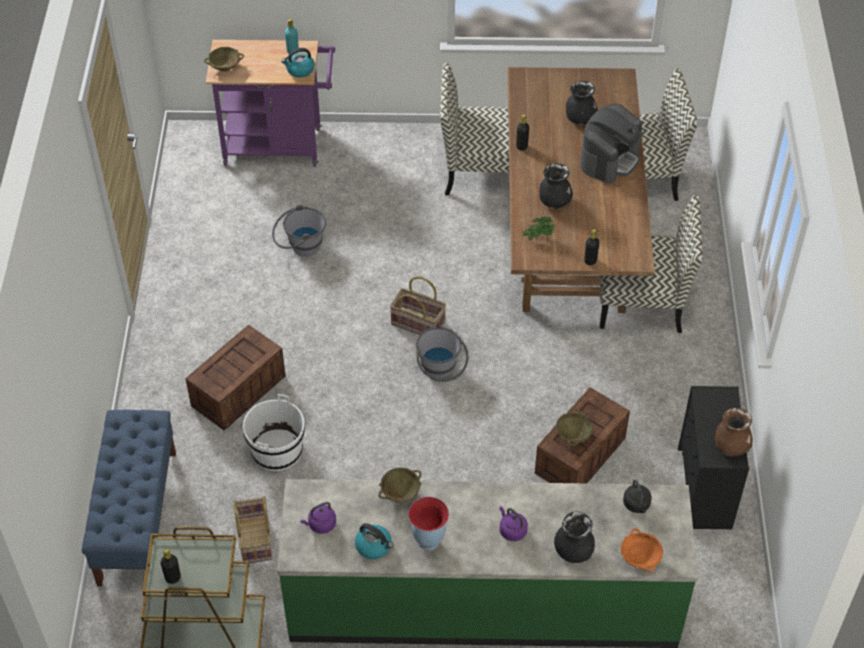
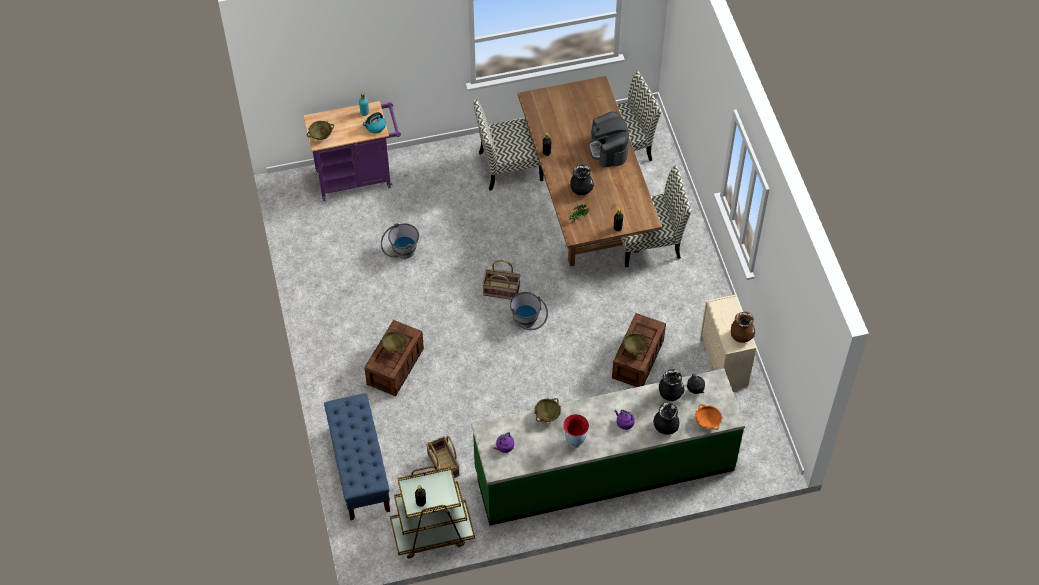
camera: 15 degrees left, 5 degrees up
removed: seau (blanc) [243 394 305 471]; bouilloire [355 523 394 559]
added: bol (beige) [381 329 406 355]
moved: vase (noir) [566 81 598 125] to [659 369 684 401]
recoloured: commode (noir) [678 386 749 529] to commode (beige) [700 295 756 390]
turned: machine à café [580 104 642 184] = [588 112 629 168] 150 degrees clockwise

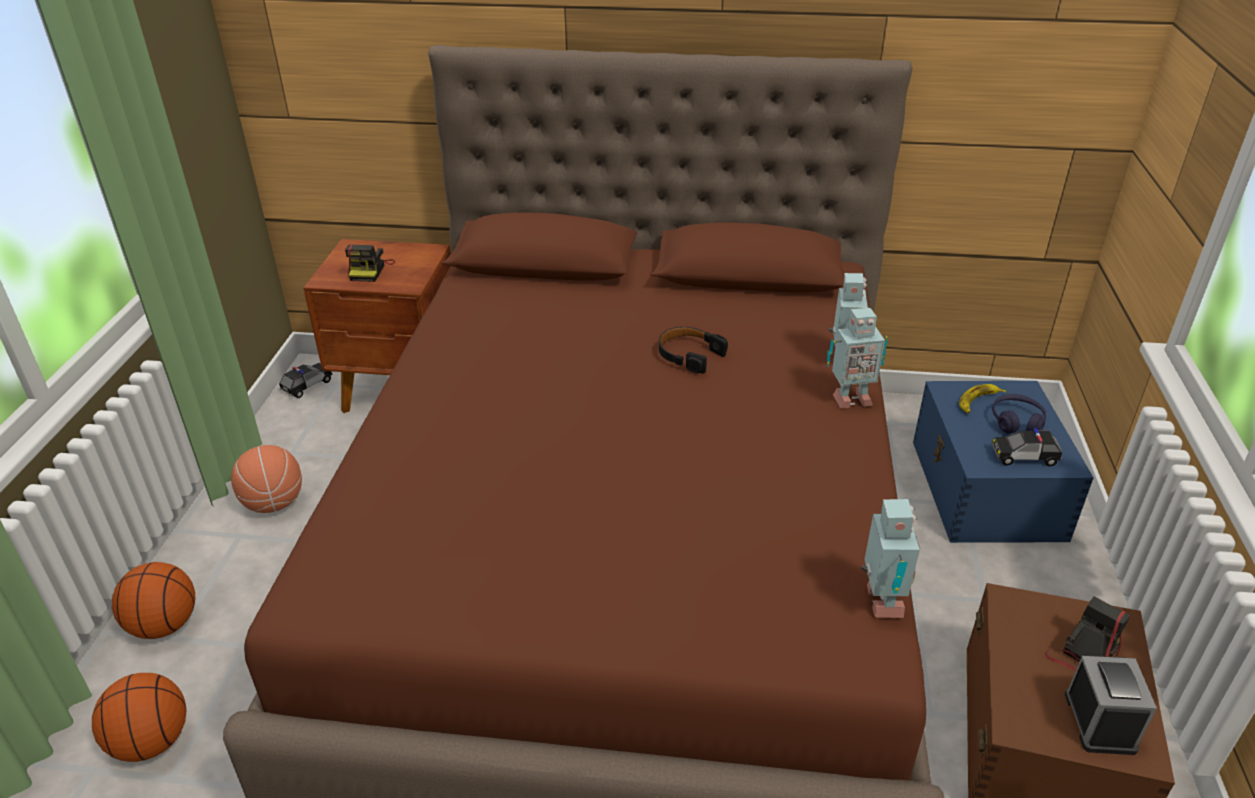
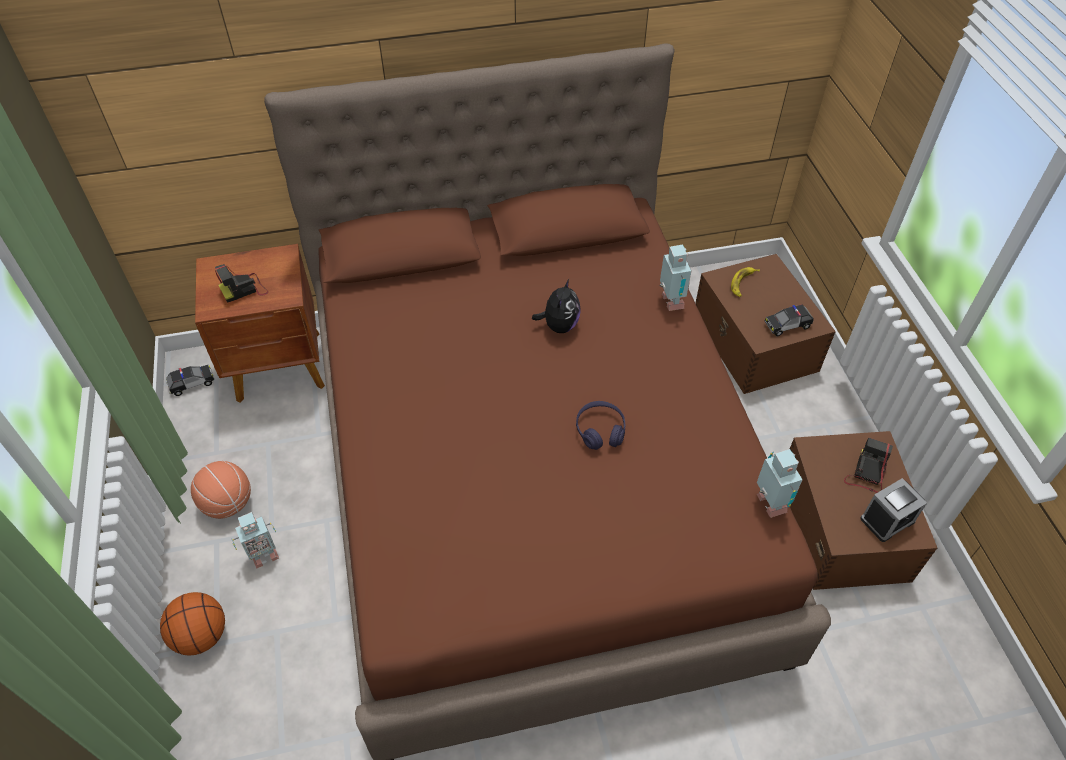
camera: 20 degrees left, 15 degrees up
removed: ballon de basket [92 673 187 762]
moved: robot jouet [827 308 889 408] to [231 512 279 569]; casque audio (violet) [992 394 1046 434] to [576 401 625 450]
replaced: casque audio (noir) [659 327 728 374] to peluche [532 279 581 333]
recoloured: boîte de rangement (bleu) [913 381 1094 543] to boîte de rangement (marron) [695 254 836 394]
turned: petite voiture [279 363 332 398] = [166 365 214 396] 45 degrees clockwise; appareil photo [345 244 395 282] = [215 264 268 303] 75 degrees clockwise; réveil [1064 655 1157 755] = [860 478 927 542] 75 degrees clockwise

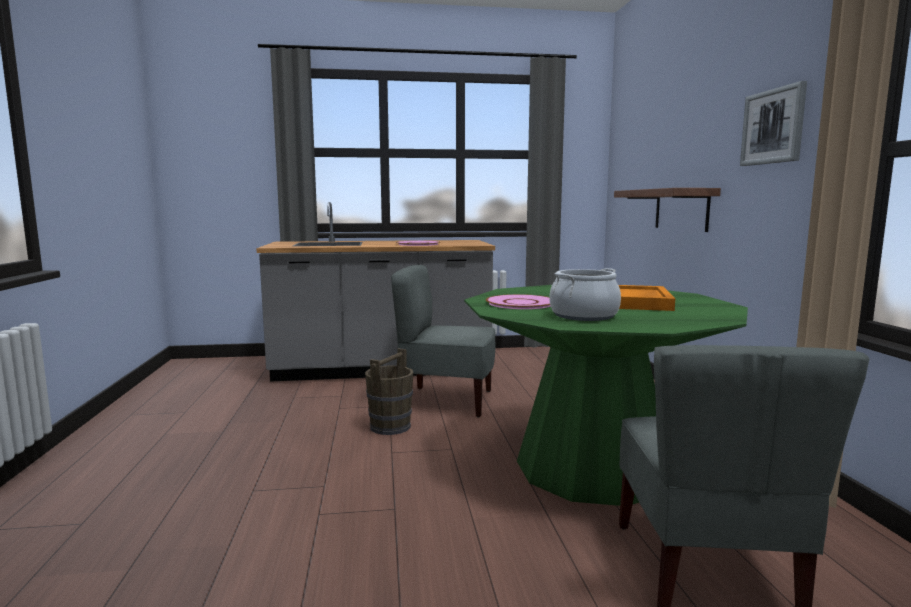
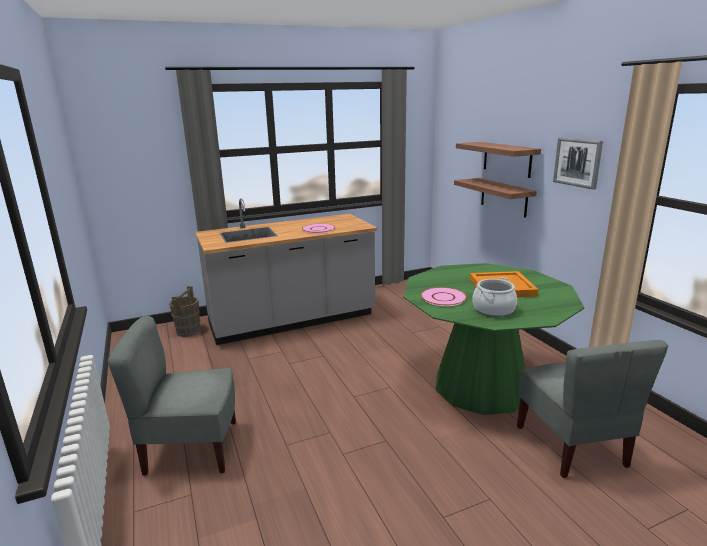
camera: 15 degrees left, 10 degrees up
added: étagère [456 142 541 178]
moved: seau (marron) [365 348 413 435] to [169 286 201 337]; chaise (gris) [391 265 495 417] to [107 316 236 476]

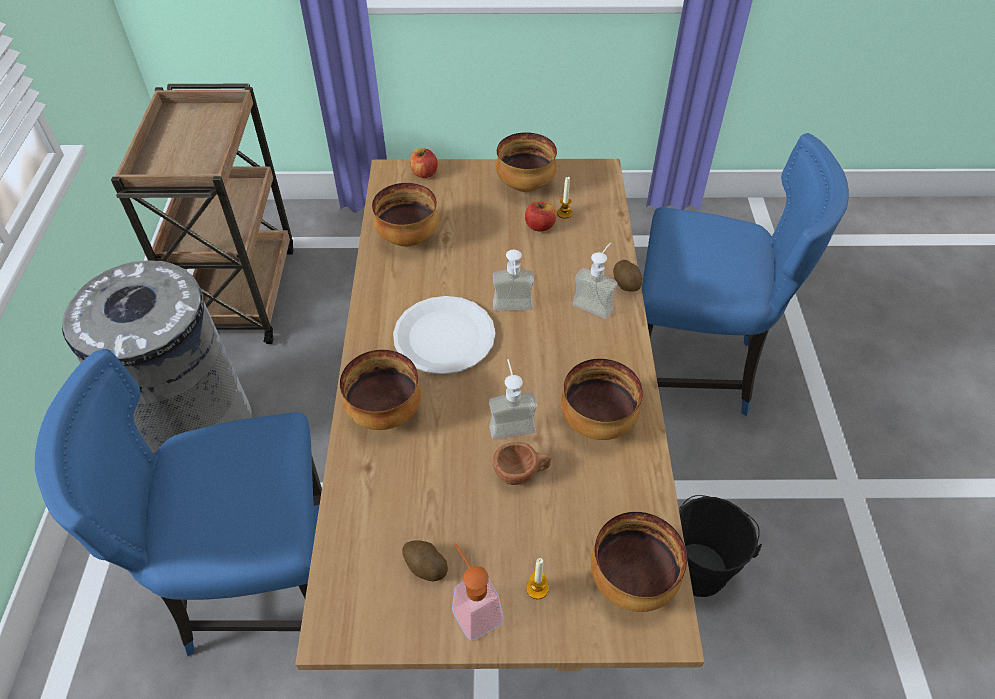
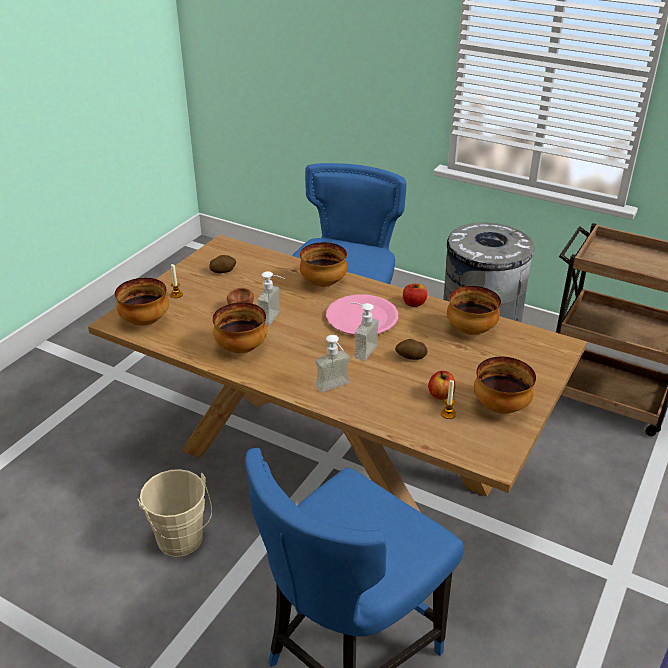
camera: 120 degrees right, 15 degrees down
removed: distributeur de savon [452 544 504 640]
moved: pomme [410 148 438 178] to [403 283 427 307]; pomme de terre [613 260 642 291] to [395 339 428 360]
recoloured: assiette (blanc) [393 296 495 374] to assiette (rose) [326 294 398 335]; seau (noir) [679 495 762 597] to seau (beige) [137 469 212 557]

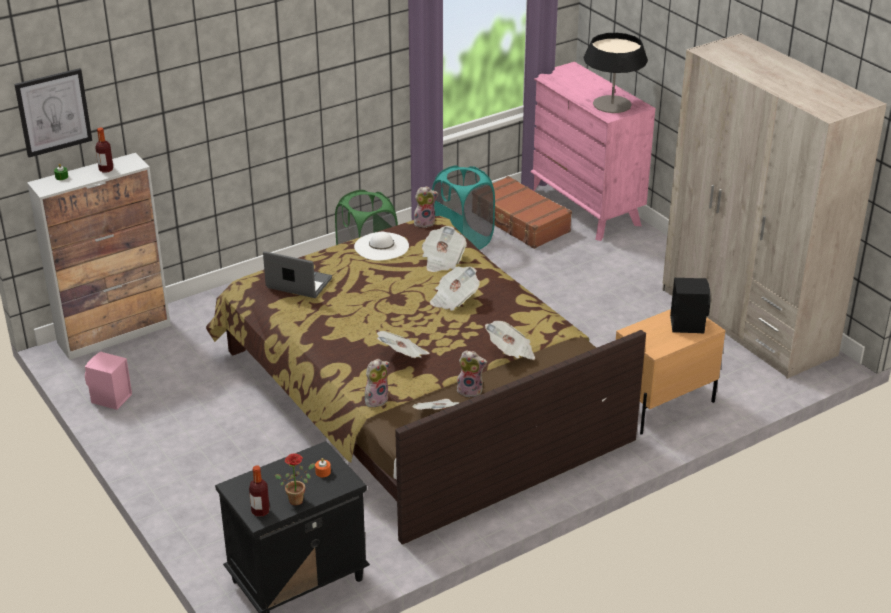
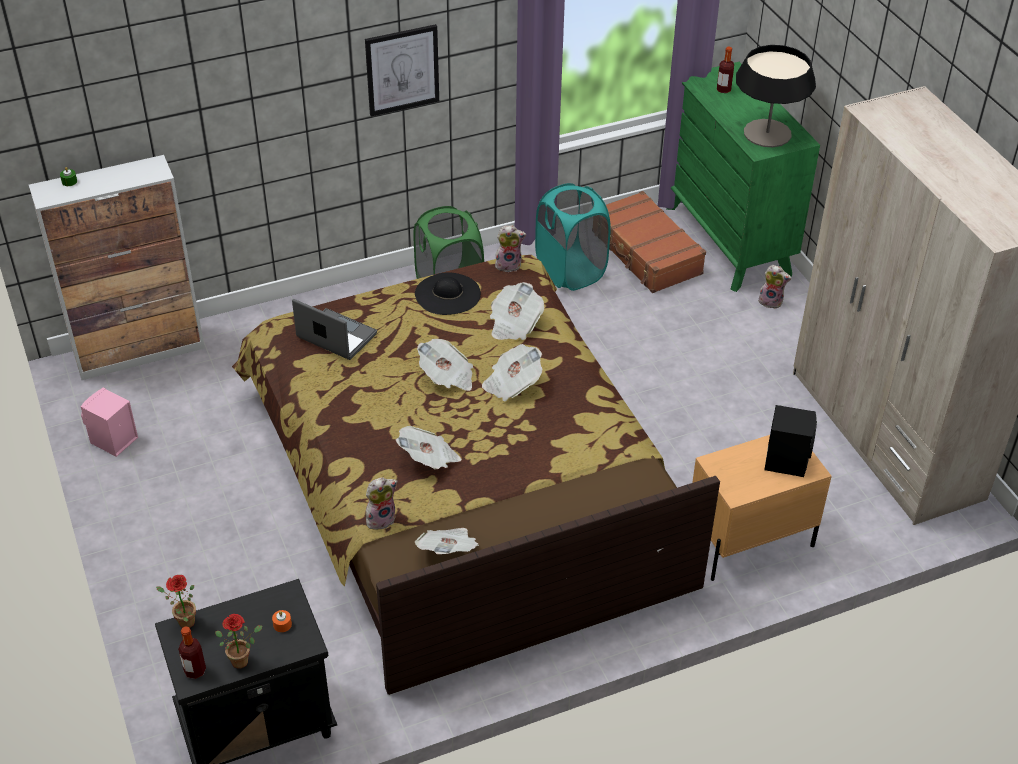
camera: 10 degrees right, 10 degrees up
added: plante en pot [156 575 196 628]
moved: tableau [14 68 92 157] to [365 24 439 117]; bouteille [95 128 113 172] to [717 47 734 93]; peluche [457 350 487 397] to [757 265 791 309]; journal [485 321 535 360] to [417 339 473 391]
recoloured: chapeau (blanc) [354 232 409 261] to chapeau (noir) [415 272 481 315]; commode (rose) [530 62 655 241] to commode (vert) [666 62 820 292]

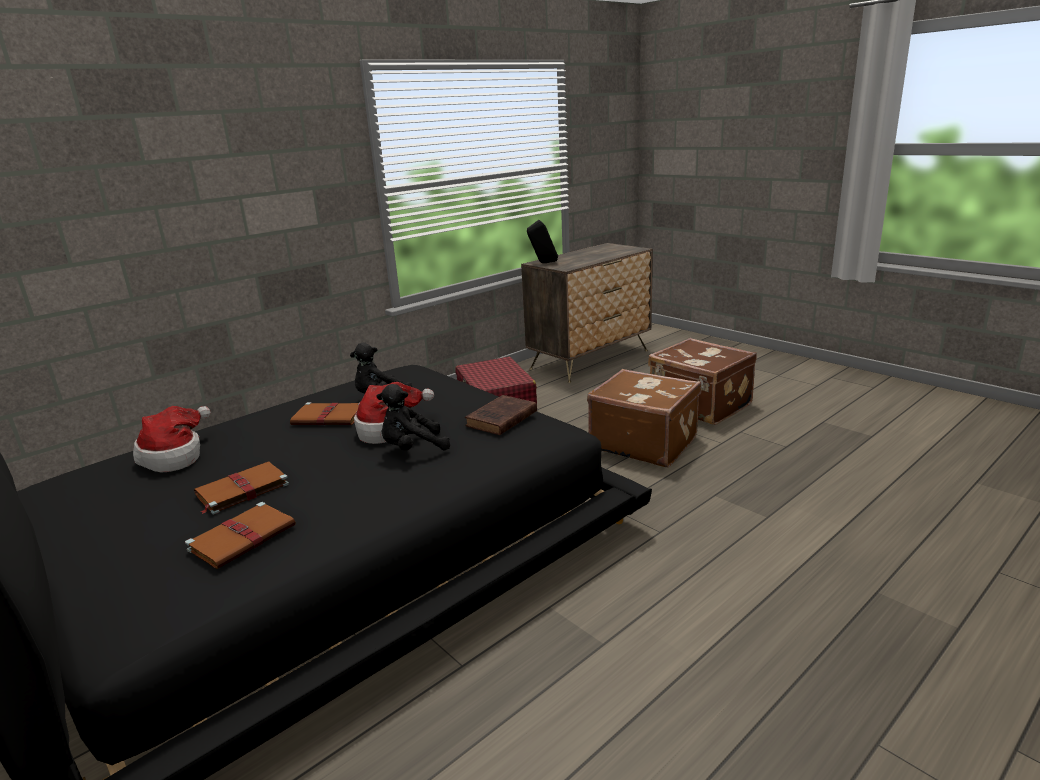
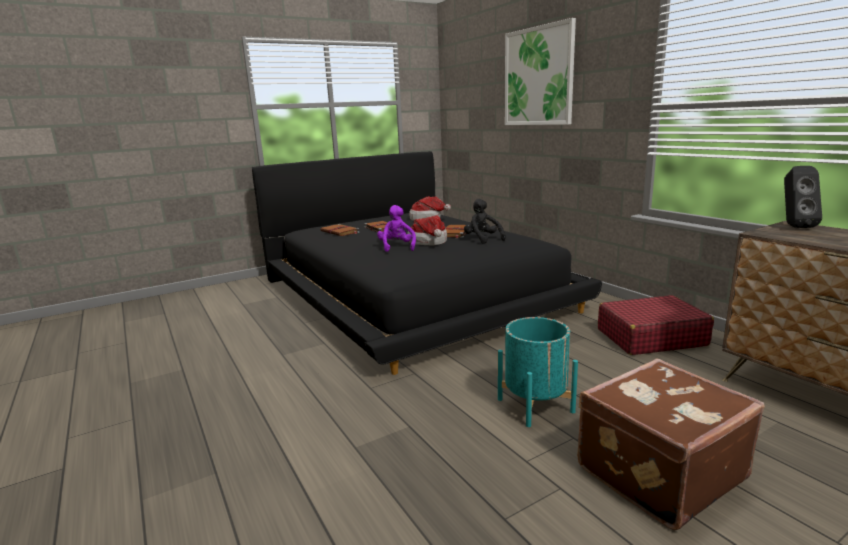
camera: 100 degrees right, 5 degrees down
removed: livre (marron) [465 395 537 435]
added: tableau [505 18 576 125]
replaced: valise (marron) [587 369 701 467] to cache-pot (turquoise) [498 317 578 427]
recoloured: peluche (noir) [376 384 450 450] to peluche (violet) [377 205 416 252]

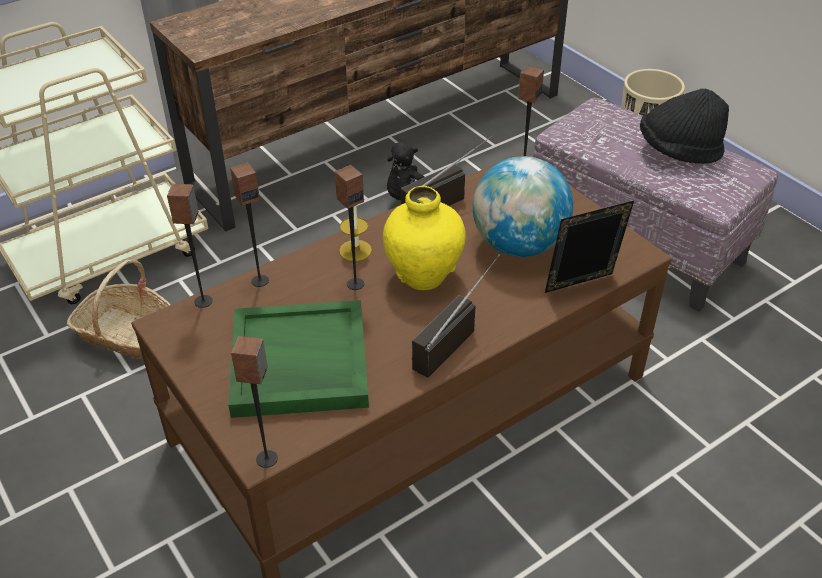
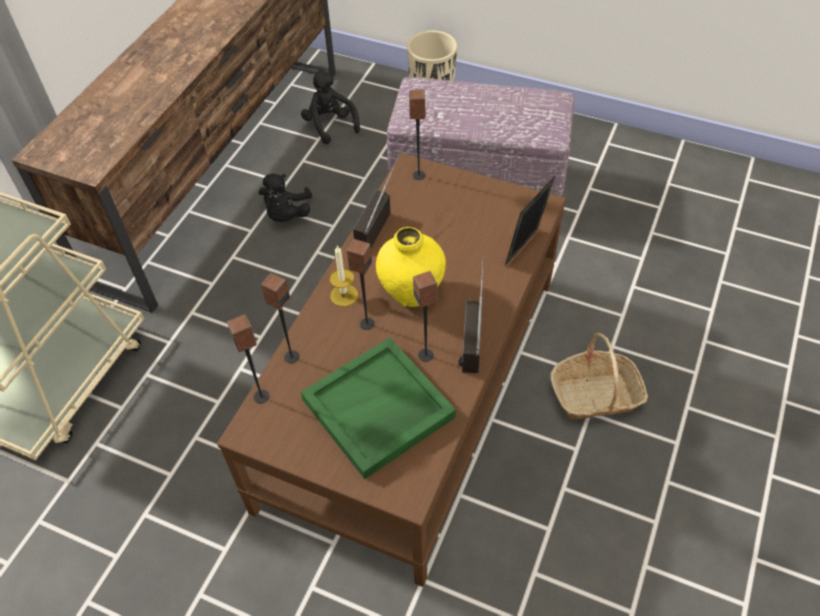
camera: 30 degrees left, 10 degrees up
removed: globe [473 156 573 257]; chapeau (noir) [640 88 729 164]
added: peluche (noir) [301 71 360 144]
moved: panier [66 259 171 359] to [550 333 648 420]; enceinte [231 336 278 468] to [413 271 437 362]

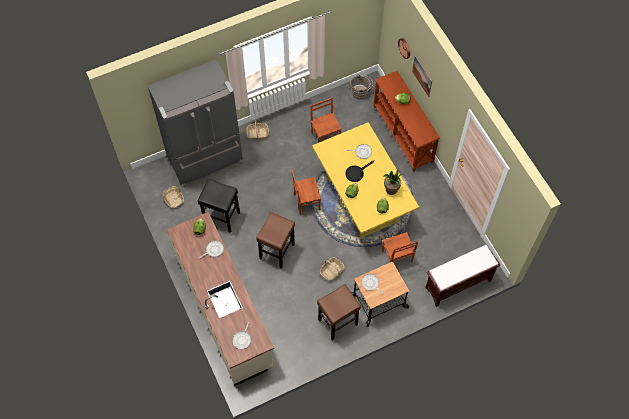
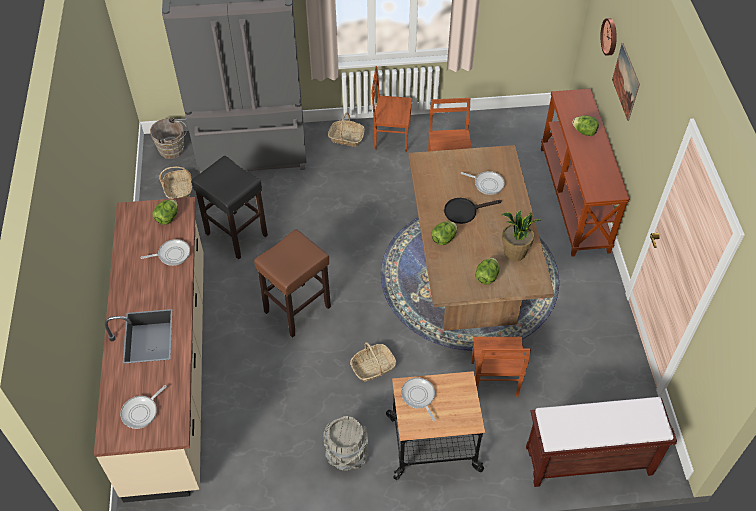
camera: 20 degrees right, 10 degrees down
moved: chaise (marron) [292 170 321 214] to [371 66 412 152]; seau (marron) [350 74 373 99] to [150 118 187 159]
replaced: tabouret (marron) [317 284 361 340] to seau (gris) [323 416 368 471]
recoloured: table à manger (jaune) [312 122 419 238] to table à manger (marron) [408 145 554 331]

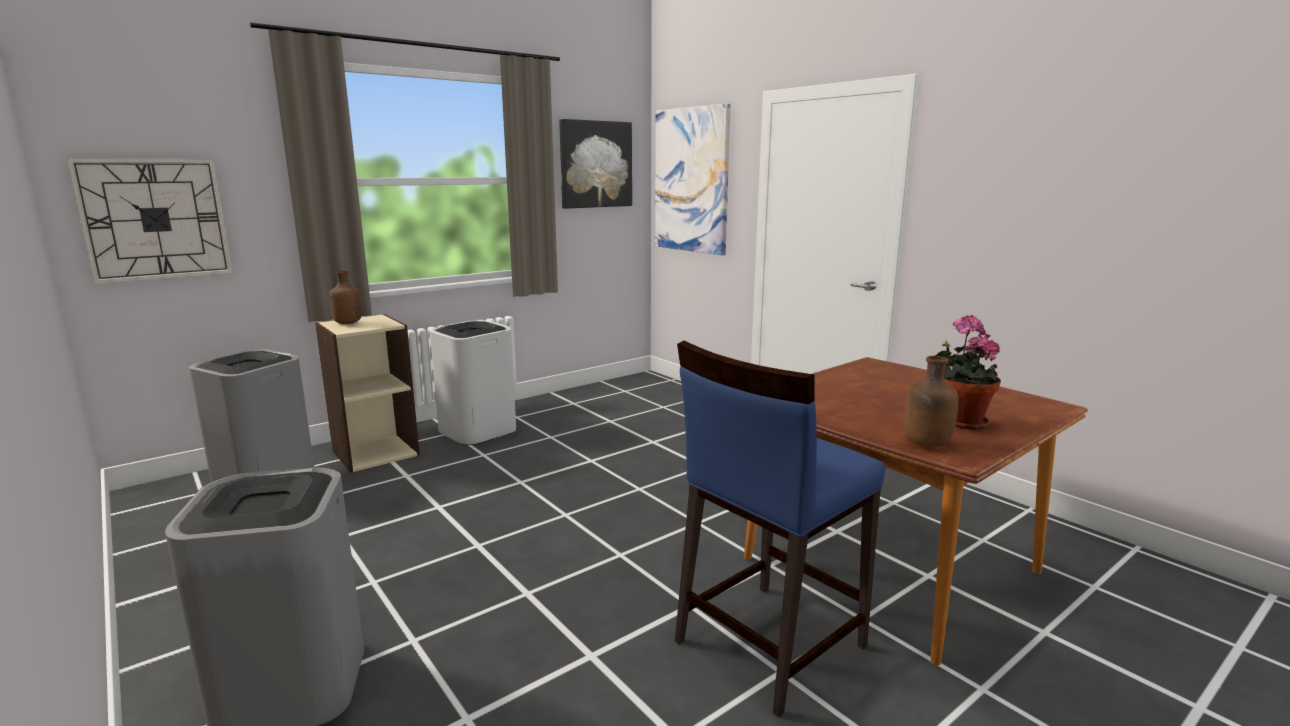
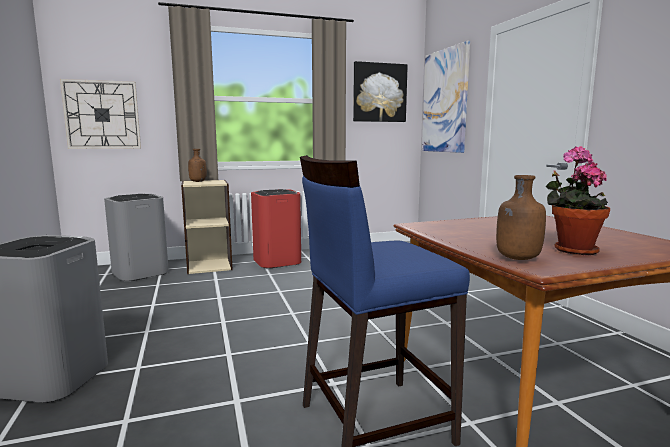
camera: 20 degrees right, 5 degrees down
recoloured: poubelle (blanc) [430 320 516 445] to poubelle (rouge) [251 189 301 268]

